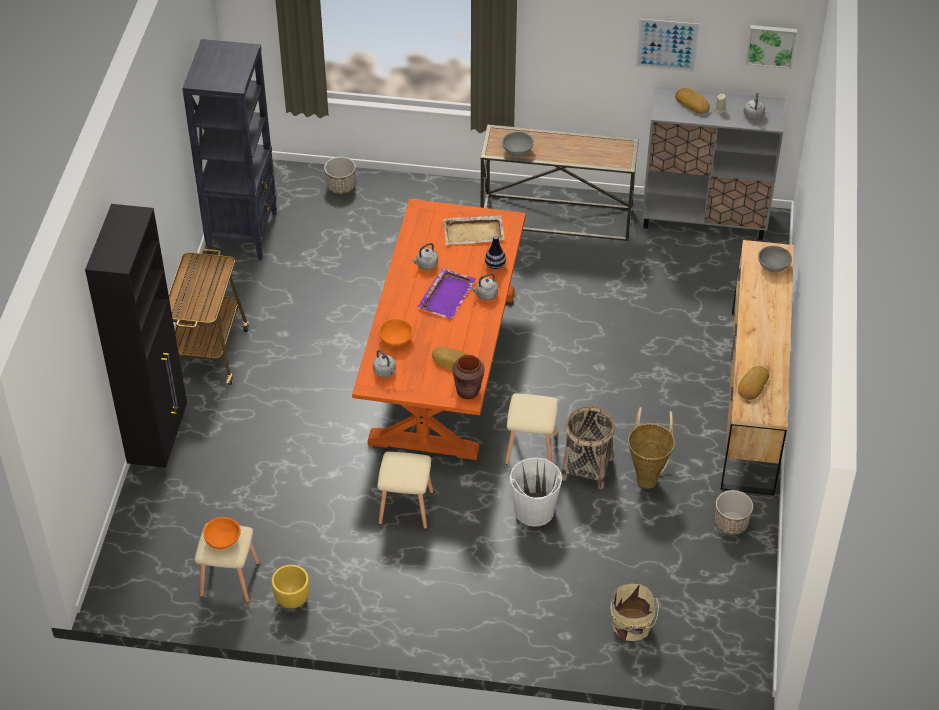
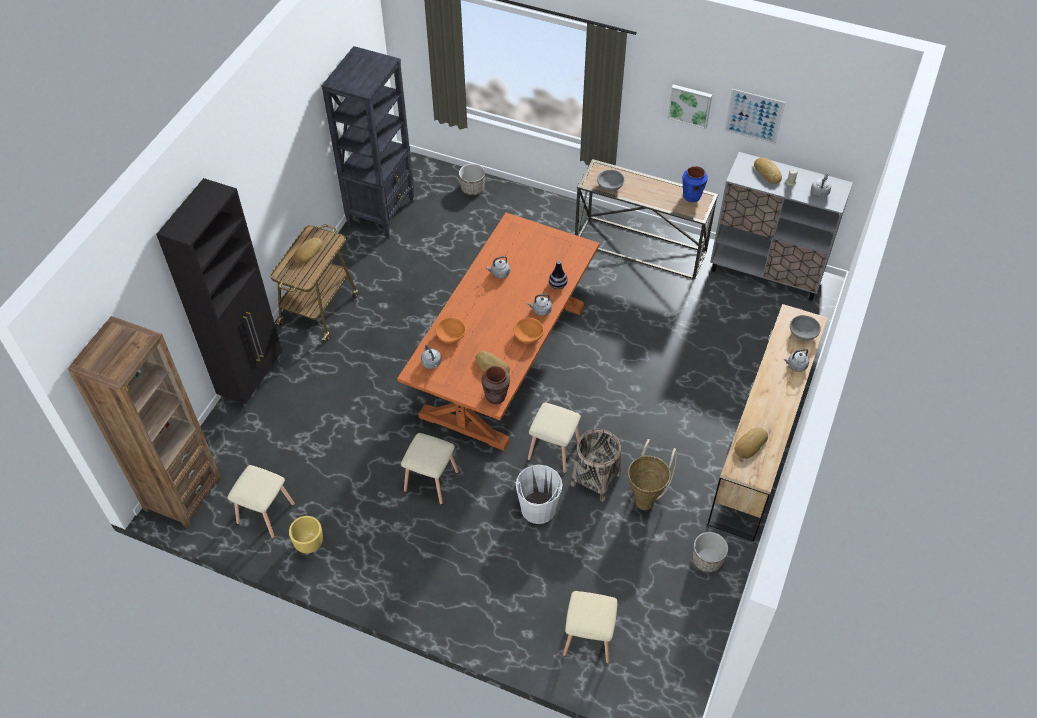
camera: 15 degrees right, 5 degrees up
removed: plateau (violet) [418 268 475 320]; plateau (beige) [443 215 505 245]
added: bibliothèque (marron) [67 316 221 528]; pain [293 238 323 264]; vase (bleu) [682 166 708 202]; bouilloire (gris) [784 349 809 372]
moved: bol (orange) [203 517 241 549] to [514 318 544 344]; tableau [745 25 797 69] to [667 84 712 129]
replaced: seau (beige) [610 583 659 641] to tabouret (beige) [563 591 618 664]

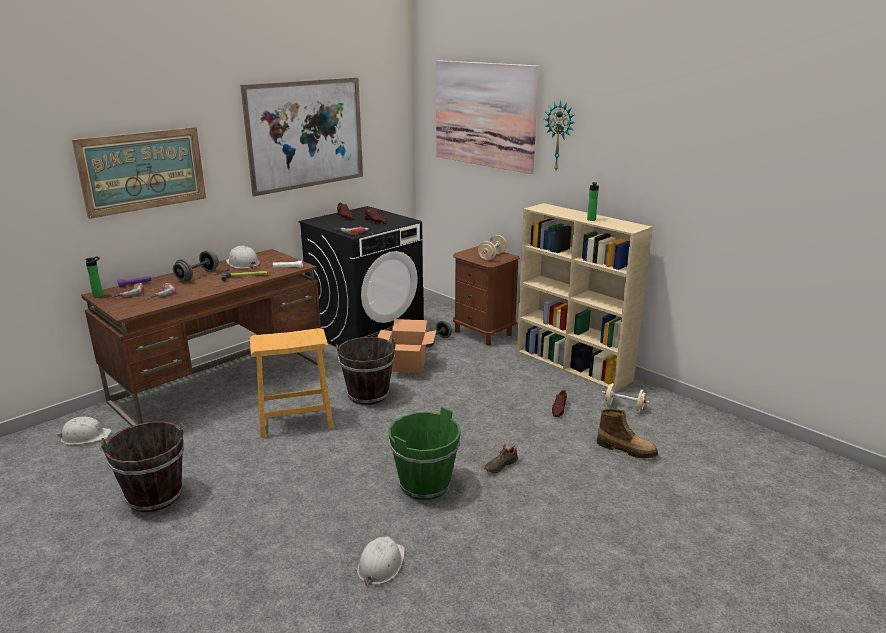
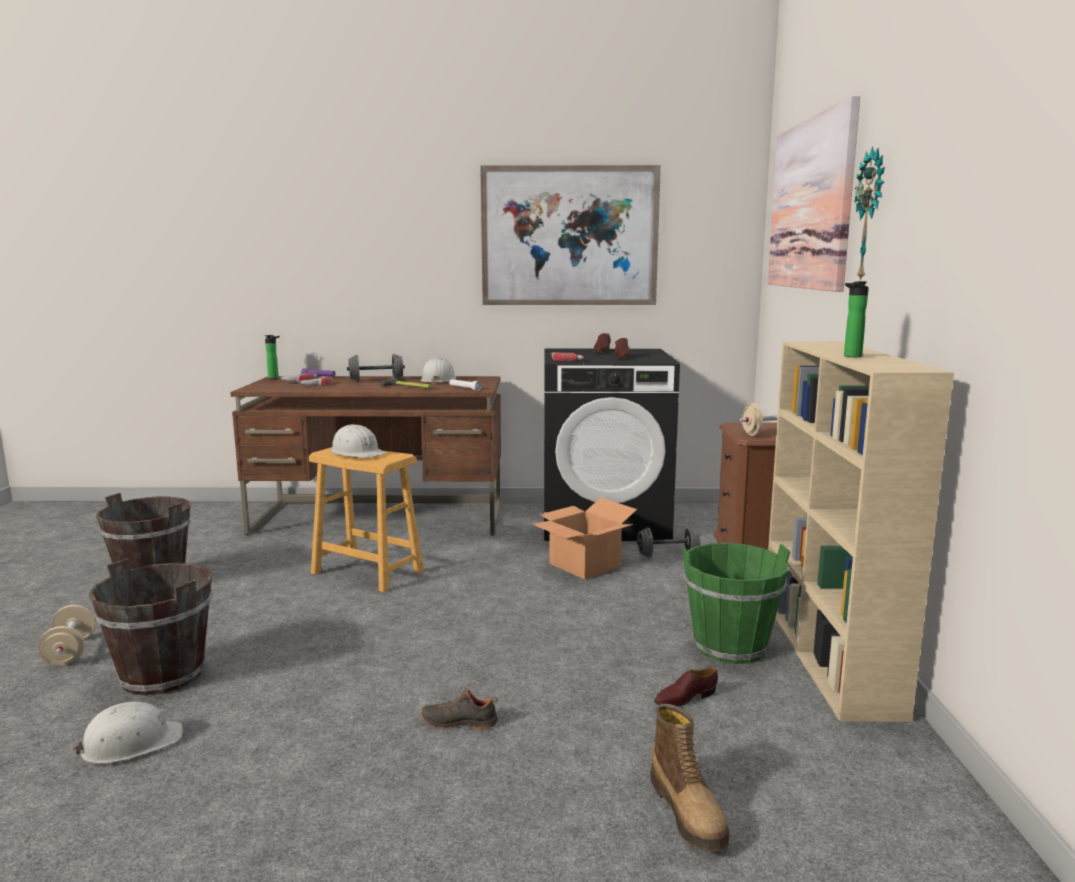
camera: 45 degrees right, 10 degrees down
removed: tableau [72 127 206 219]
moved: casque de chantier (blanc) [58 416 112 445] to [330 424 386 458]; seau (marron) [336 337 396 405] to [89 558 213 695]; seau (vert) [389 407 461 500] to [682 543 790 664]; haltère (beige) [602 383 650 412] to [38 605 95 666]

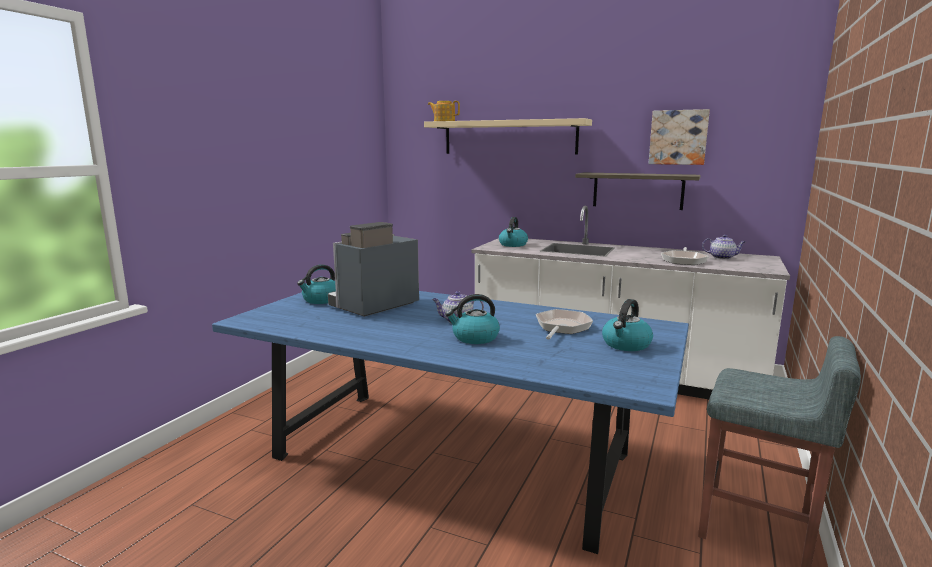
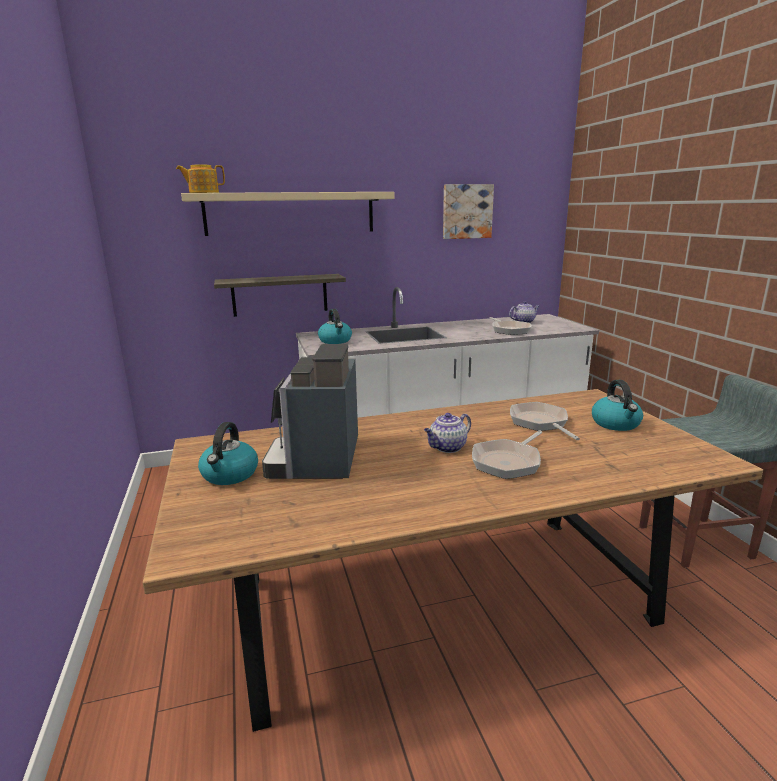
camera: 40 degrees left, 5 degrees up
moved: étagère [575 172 701 210] to [214 274 346 317]
replaced: bouilloire [445 294 500 344] to poêle [472 431 542 479]
recoloured: table à manger (bleu) [212 291 689 554] to table à manger (marron) [143 389 763 732]

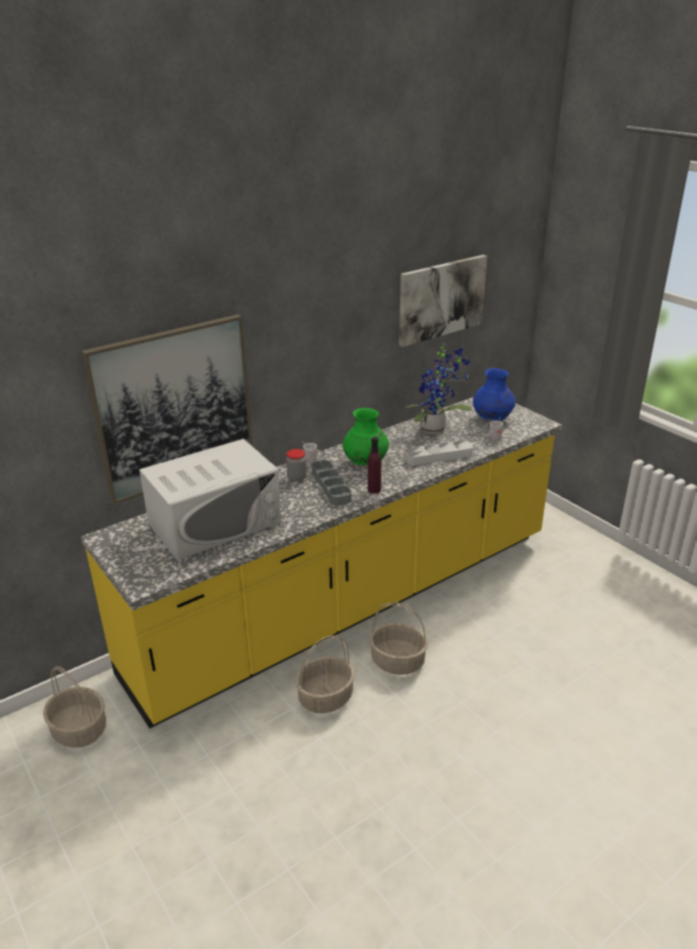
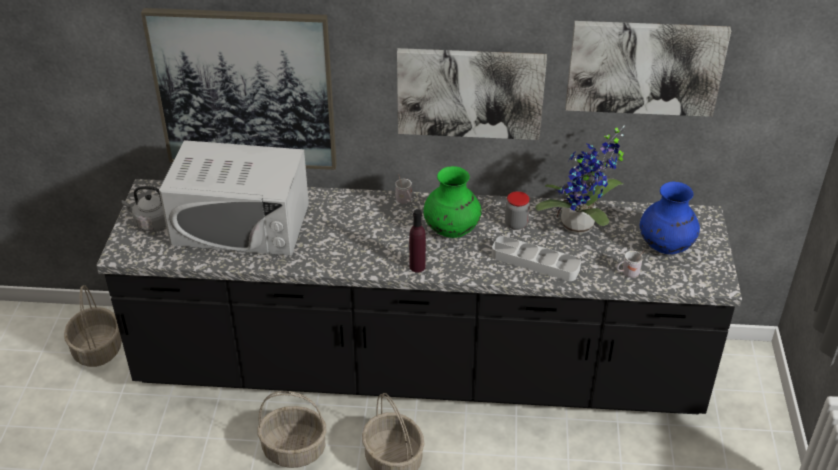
camera: 40 degrees right, 10 degrees up
removed: plateau (gris) [312 460 352 506]
added: bouilloire (gris) [122 186 166 231]; tableau [397 48 547 140]
moved: bocal [286 449 307 482] to [505 191 530 230]
recoloured: comptoir de cuisine (jaune) [81 397 562 729] to comptoir de cuisine (noir) [96 179 742 415]

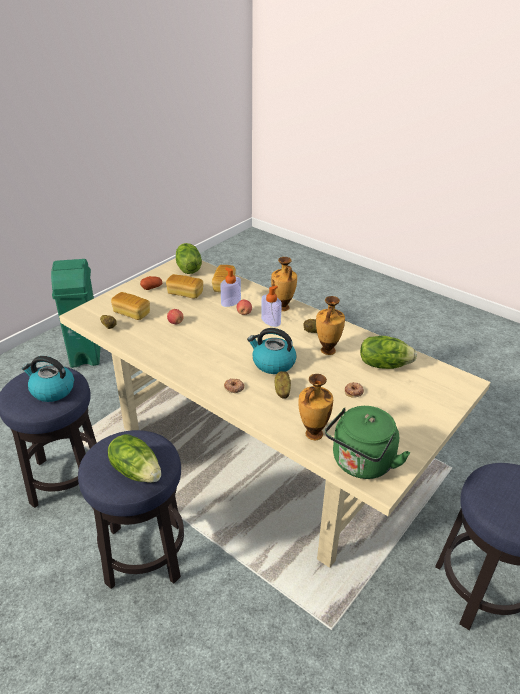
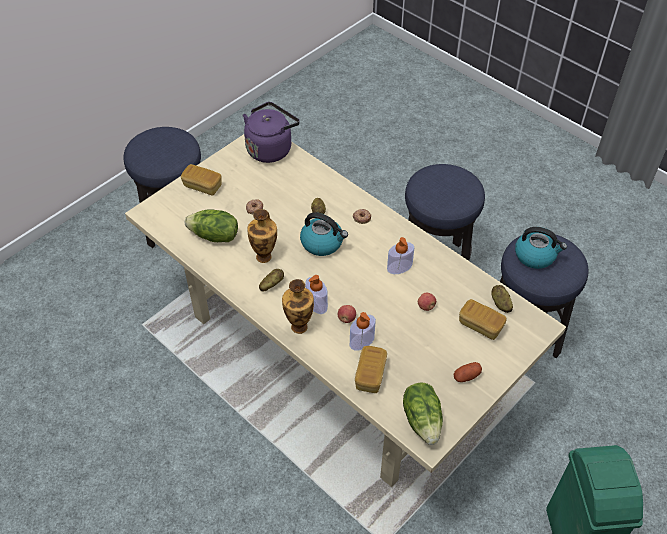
camera: 175 degrees left, 15 degrees up
removed: laitue [108 434 161 483]; vase [299 374 333 440]
added: distributeur de savon [387 237 414 274]
moved: pain [166 274 203 299] to [181 164 222 196]
recoloured: bouilloire (vert) [325 406 410 479] to bouilloire (violet) [243 102 300 163]

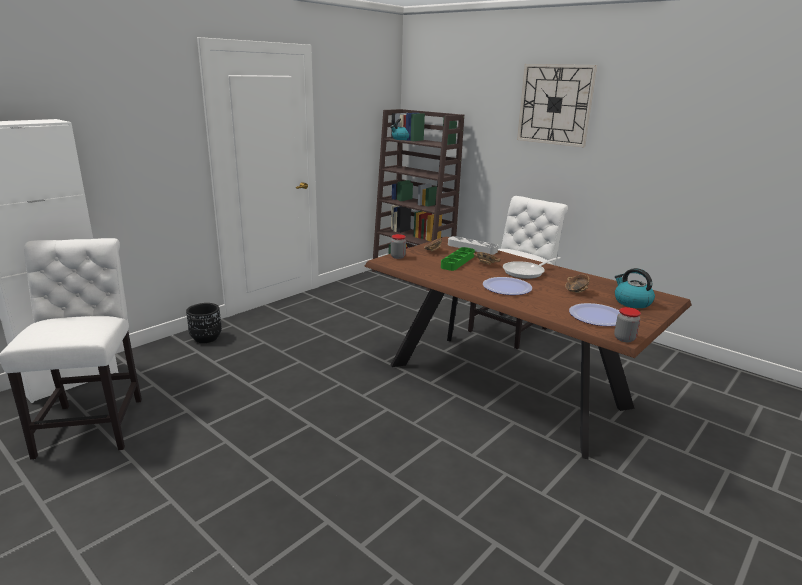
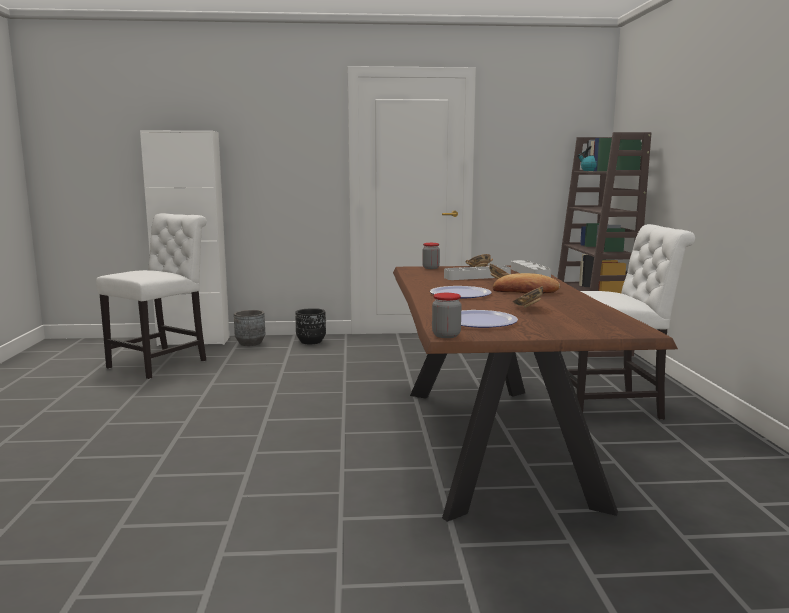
camera: 45 degrees right, 10 degrees down
removed: horloge murale [517 64 597 147]; bouilloire [615 268 655 308]
added: cache-pot (gris) [234 310 265 346]
replaced: poêle [503 257 561 279] to pain [493 273 560 294]
recoloured: plateau (vert) [441 247 475 271] to plateau (gris) [444 266 511 280]

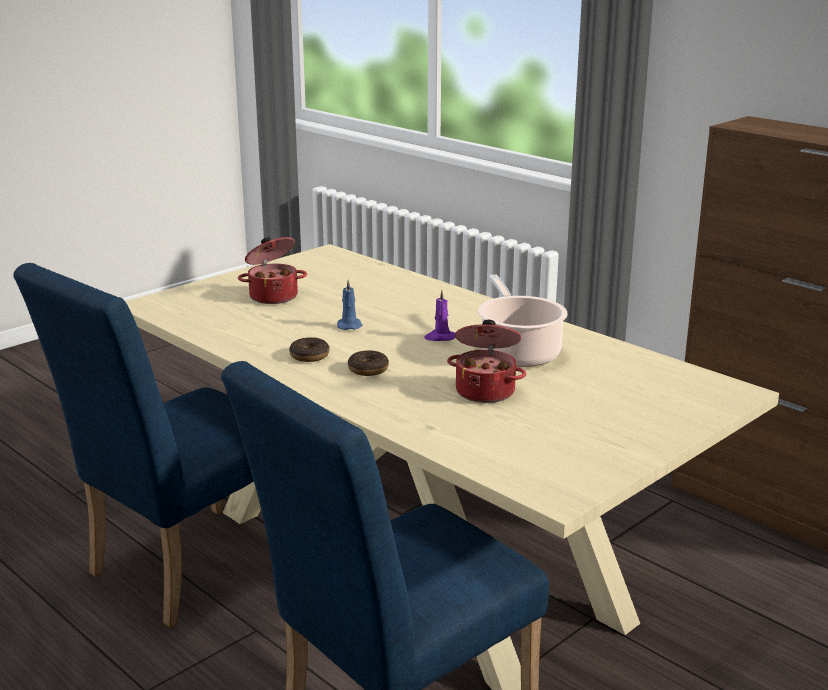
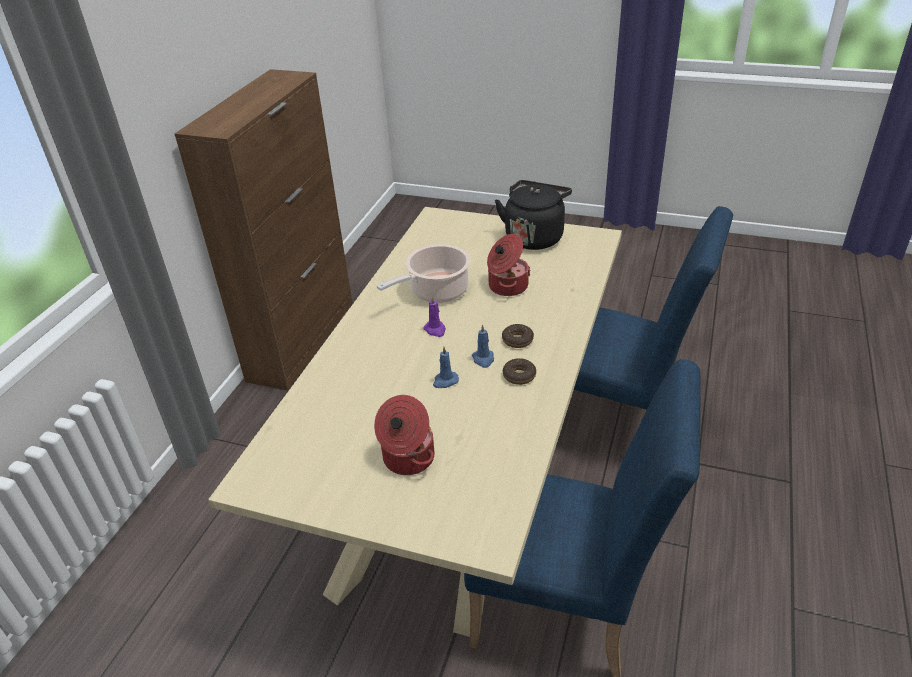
camera: 115 degrees left, 15 degrees up
added: bougie (bleu) [472 324 494 368]; bouilloire (noir) [495 180 572 250]

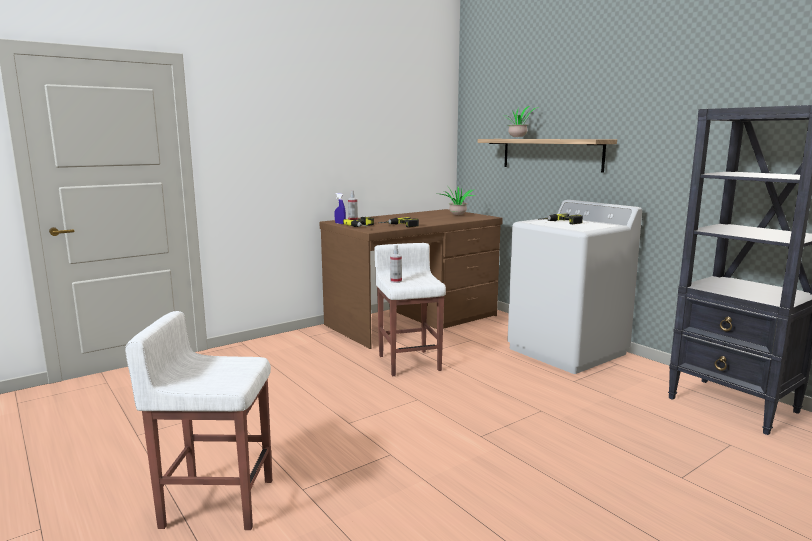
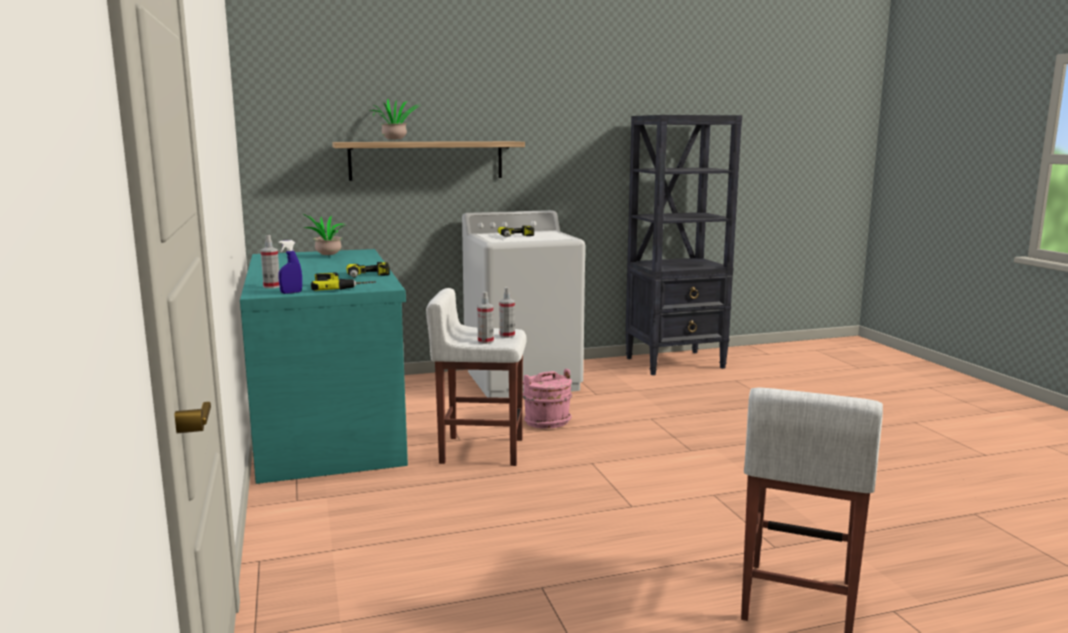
camera: 70 degrees left, 0 degrees up
added: vaporisateur [499 287 515 338]; seau (rose) [523 369 572 428]
recoloured: bureau (marron) [319 209 503 349] to bureau (turquoise) [240 249 408 484]

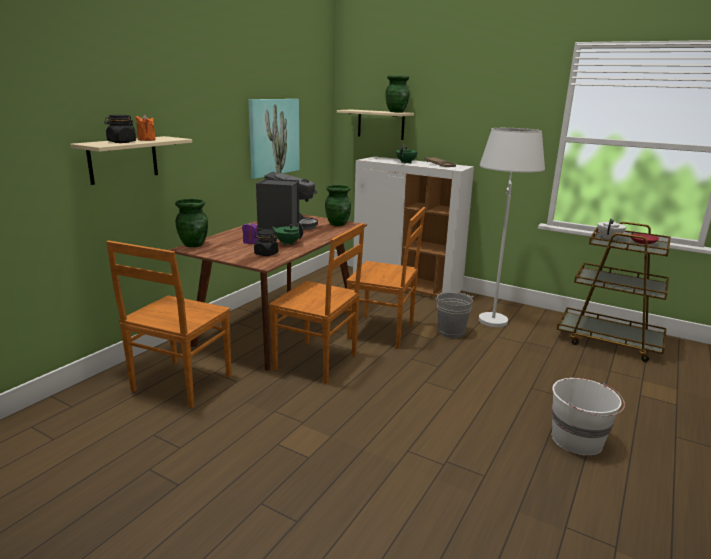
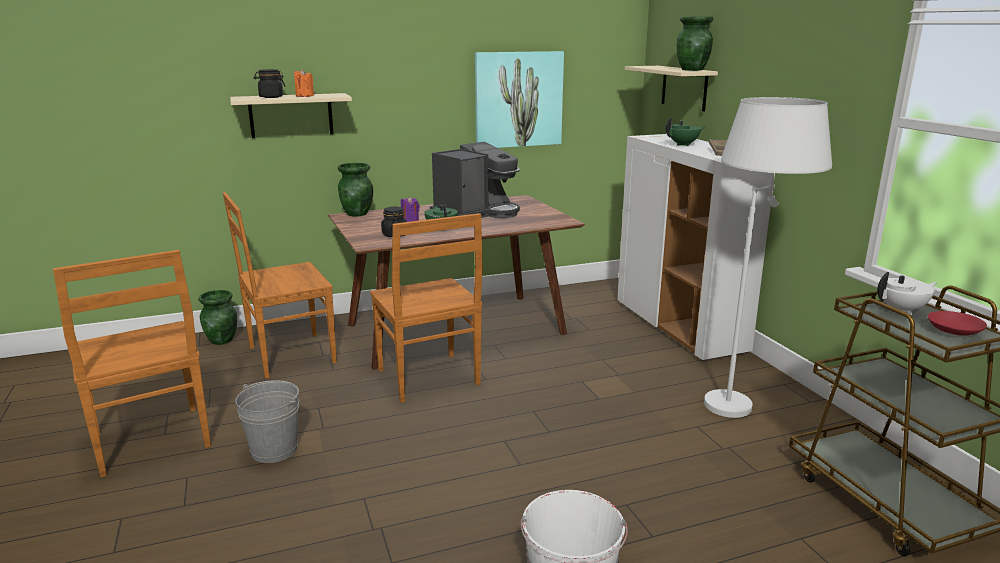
camera: 40 degrees right, 0 degrees up
moved: vase (vert) [325 185 351 226] to [198 290 237 345]; chaise (marron) [346 207 425 349] to [53 250 211 477]; seau (gris) [435 292 473 338] to [236 380 299 463]

